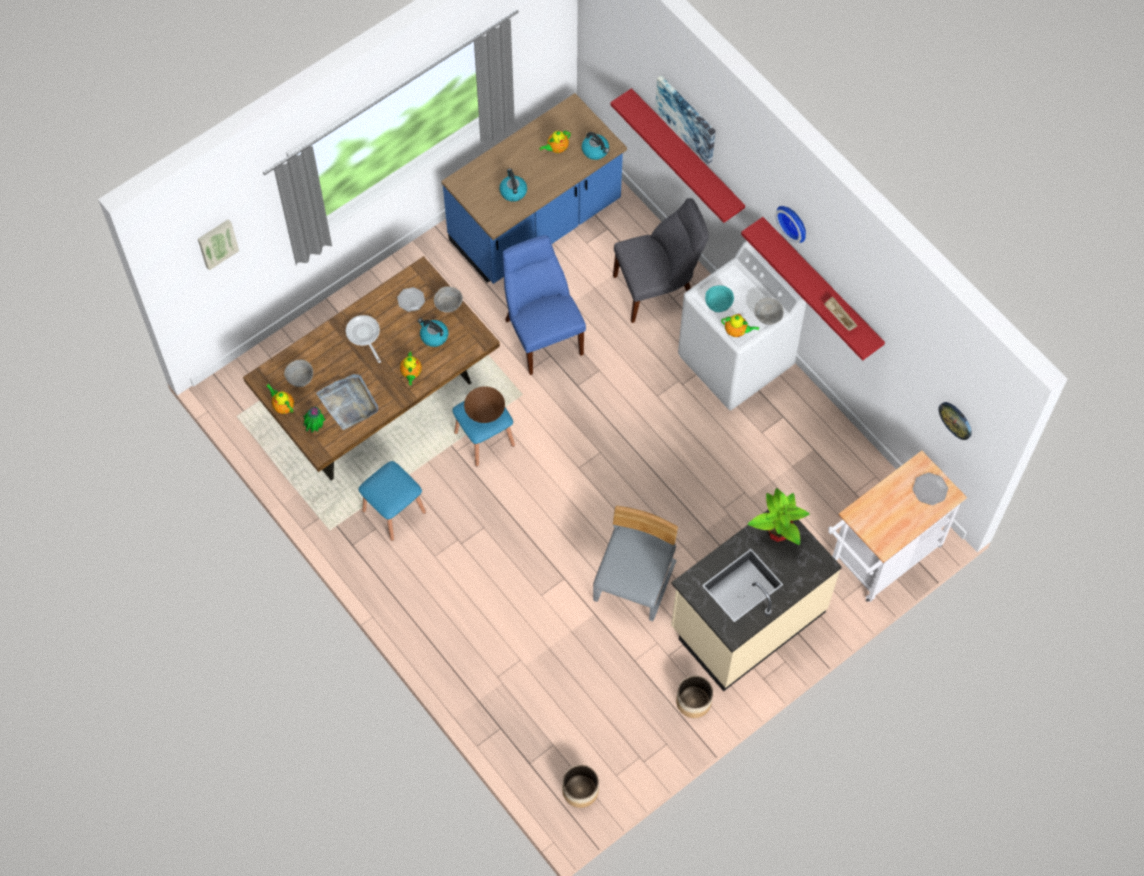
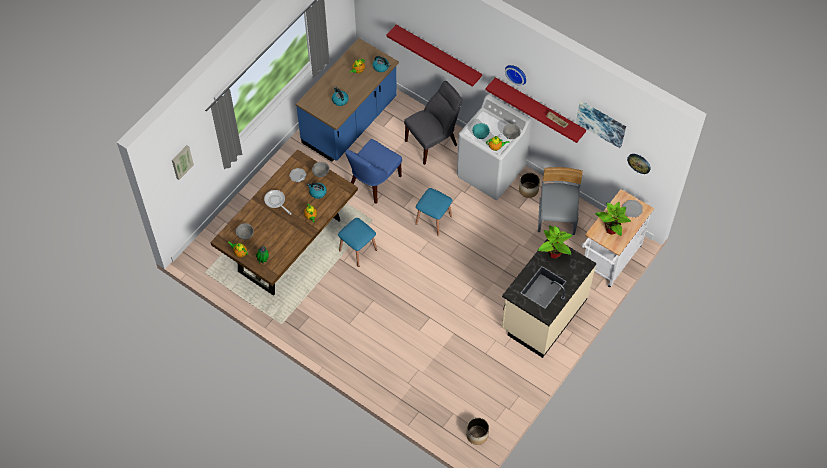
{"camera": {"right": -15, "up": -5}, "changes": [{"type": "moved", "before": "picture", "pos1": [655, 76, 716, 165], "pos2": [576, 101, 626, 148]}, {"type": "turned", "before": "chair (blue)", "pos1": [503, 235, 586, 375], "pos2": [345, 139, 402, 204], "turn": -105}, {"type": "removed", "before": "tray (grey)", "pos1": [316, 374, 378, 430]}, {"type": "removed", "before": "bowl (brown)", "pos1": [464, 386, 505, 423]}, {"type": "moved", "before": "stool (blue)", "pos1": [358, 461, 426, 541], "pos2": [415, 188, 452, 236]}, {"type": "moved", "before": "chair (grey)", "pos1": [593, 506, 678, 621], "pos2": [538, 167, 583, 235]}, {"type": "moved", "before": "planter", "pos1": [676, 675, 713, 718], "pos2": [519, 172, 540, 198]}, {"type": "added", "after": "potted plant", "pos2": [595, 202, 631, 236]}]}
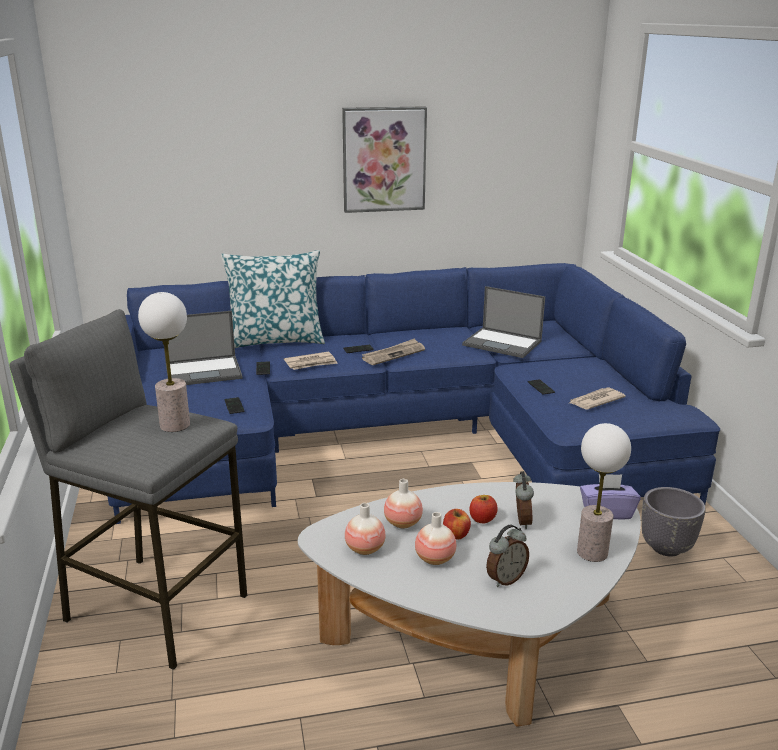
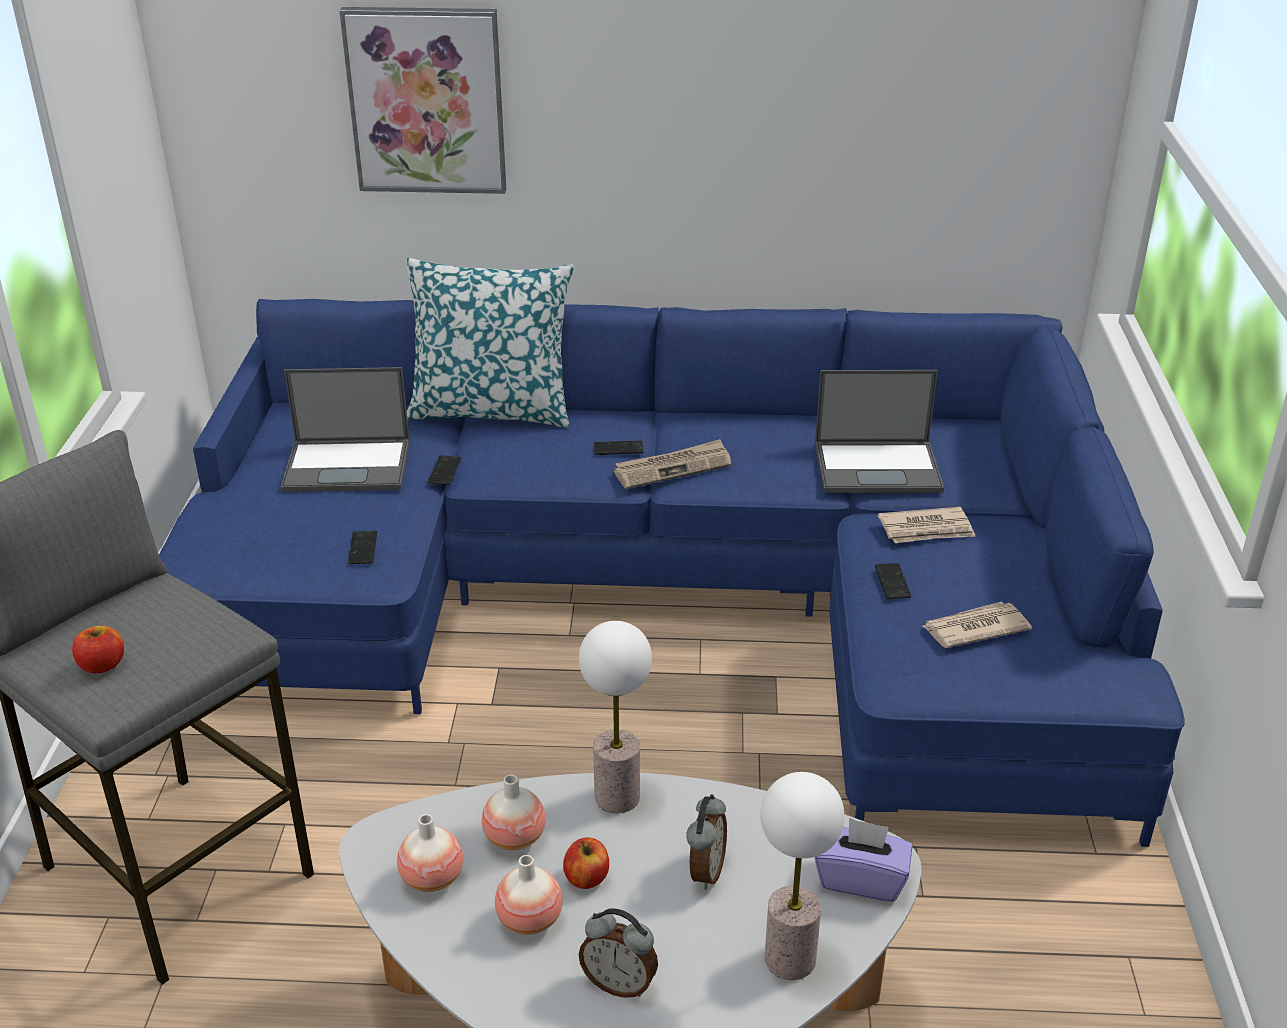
{"camera": {"right": 15, "up": 10}, "changes": [{"type": "moved", "before": "picture", "pos1": [342, 106, 427, 213], "pos2": [339, 7, 506, 194]}, {"type": "turned", "before": "laptop", "pos1": [462, 286, 545, 358], "pos2": [815, 370, 944, 493], "turn": -45}, {"type": "moved", "before": "table lamp", "pos1": [138, 292, 190, 432], "pos2": [579, 621, 652, 813]}, {"type": "moved", "before": "newspaper", "pos1": [284, 352, 338, 370], "pos2": [878, 507, 976, 543]}, {"type": "removed", "before": "planter (grey)", "pos1": [642, 487, 706, 556]}, {"type": "moved", "before": "apple", "pos1": [470, 495, 498, 523], "pos2": [72, 626, 124, 673]}, {"type": "turned", "before": "alarm clock", "pos1": [486, 525, 529, 587], "pos2": [579, 908, 658, 998], "turn": 45}]}
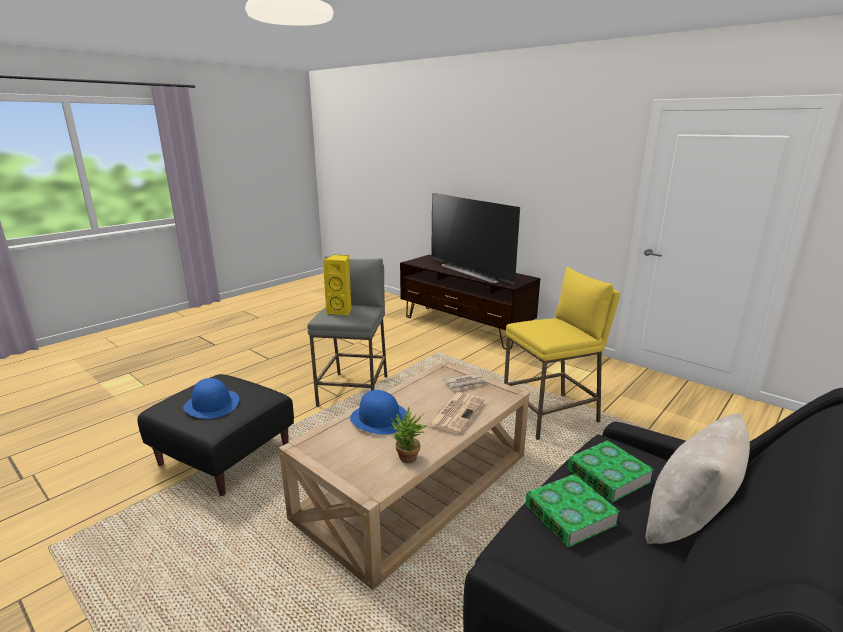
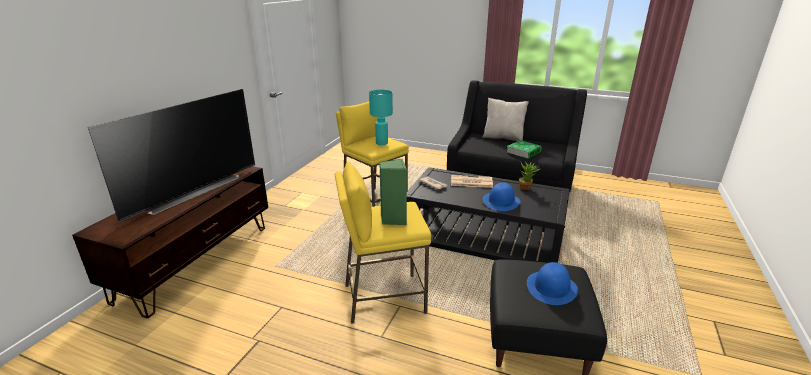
{"camera": {"right": -110, "up": 5}, "changes": [{"type": "recoloured", "before": "speaker (yellow)", "after": "speaker (green)", "pos1": [323, 254, 351, 315], "pos2": [379, 159, 407, 225]}, {"type": "recoloured", "before": "stool (grey)", "after": "stool (yellow)", "pos1": [307, 256, 387, 407], "pos2": [335, 162, 431, 324]}, {"type": "recoloured", "before": "coffee table (beige)", "after": "coffee table (black)", "pos1": [279, 361, 529, 590], "pos2": [407, 167, 570, 263]}, {"type": "removed", "before": "book", "pos1": [568, 440, 654, 502]}, {"type": "added", "after": "table lamp (turquoise)", "pos2": [369, 90, 393, 145]}]}
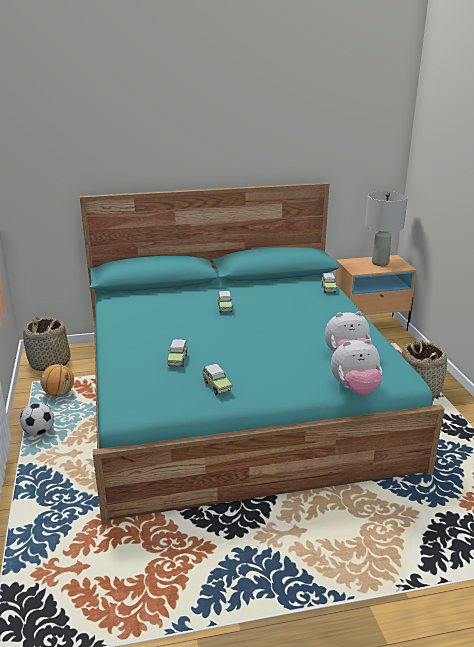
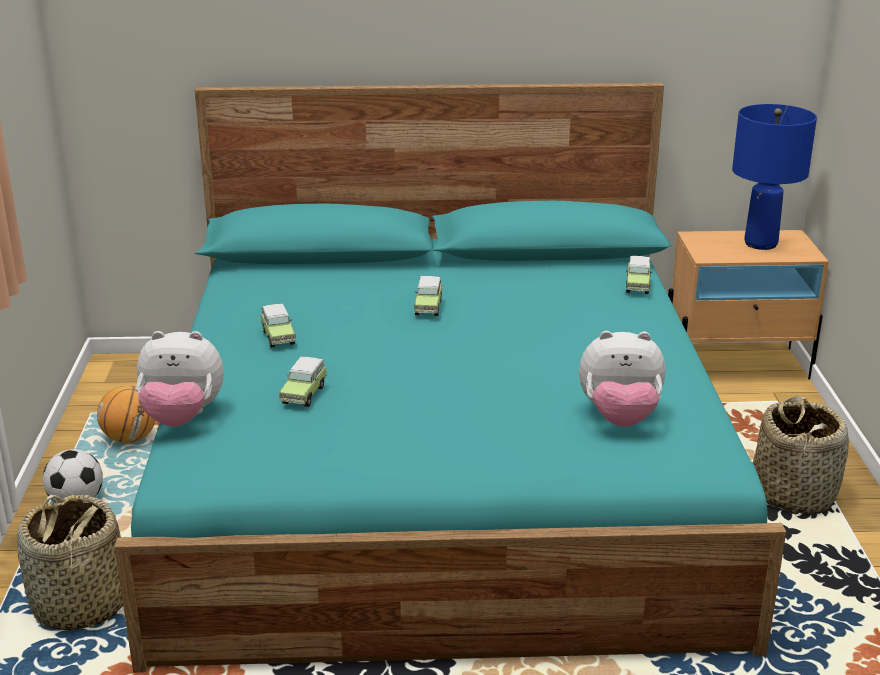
{"camera": {"right": 10, "up": 0}, "changes": [{"type": "recoloured", "before": "table lamp (grey)", "after": "table lamp (blue)", "pos1": [365, 191, 408, 266], "pos2": [732, 104, 817, 250]}, {"type": "moved", "before": "basket", "pos1": [23, 317, 71, 371], "pos2": [17, 494, 123, 630]}, {"type": "moved", "before": "plush toy", "pos1": [331, 339, 382, 395], "pos2": [136, 331, 224, 427]}, {"type": "moved", "before": "toy car", "pos1": [202, 364, 233, 395], "pos2": [260, 304, 296, 348]}]}
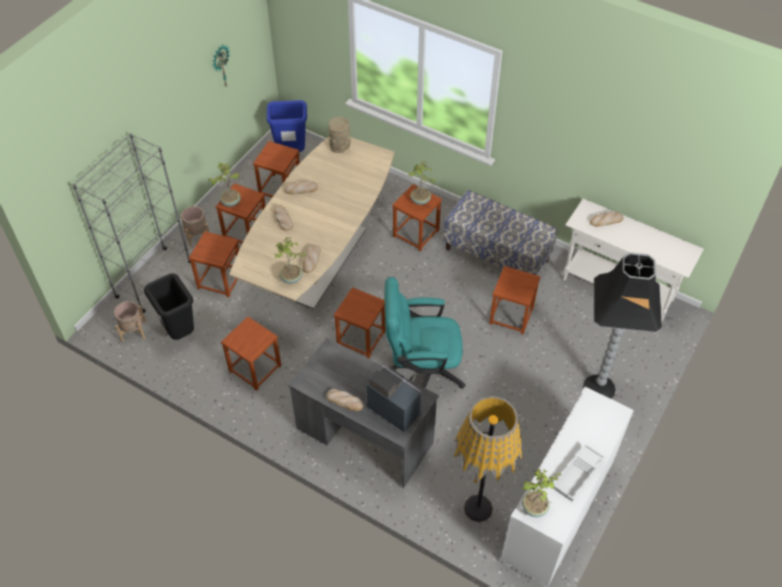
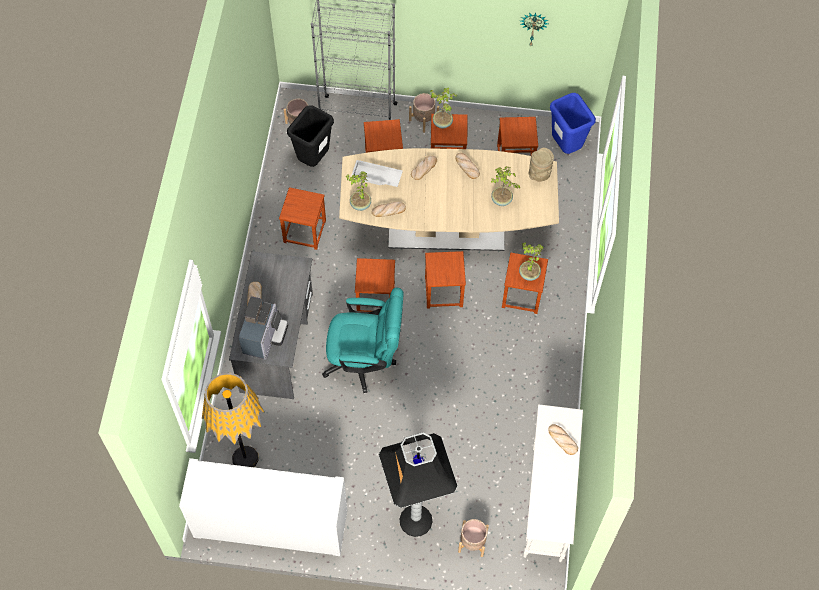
{"camera": {"right": 65, "up": 10}, "changes": [{"type": "removed", "before": "bench", "pos1": [443, 190, 558, 275]}, {"type": "moved", "before": "stool (brown)", "pos1": [489, 266, 540, 335], "pos2": [425, 251, 466, 309]}, {"type": "turned", "before": "office chair (turquoise)", "pos1": [385, 277, 465, 389], "pos2": [322, 288, 403, 393], "turn": 120}, {"type": "moved", "before": "tray (white)", "pos1": [553, 443, 606, 501], "pos2": [351, 160, 403, 187]}, {"type": "moved", "before": "potted plant", "pos1": [522, 469, 561, 517], "pos2": [491, 166, 520, 206]}, {"type": "added", "after": "planter (beige)", "pos2": [458, 519, 489, 557]}]}
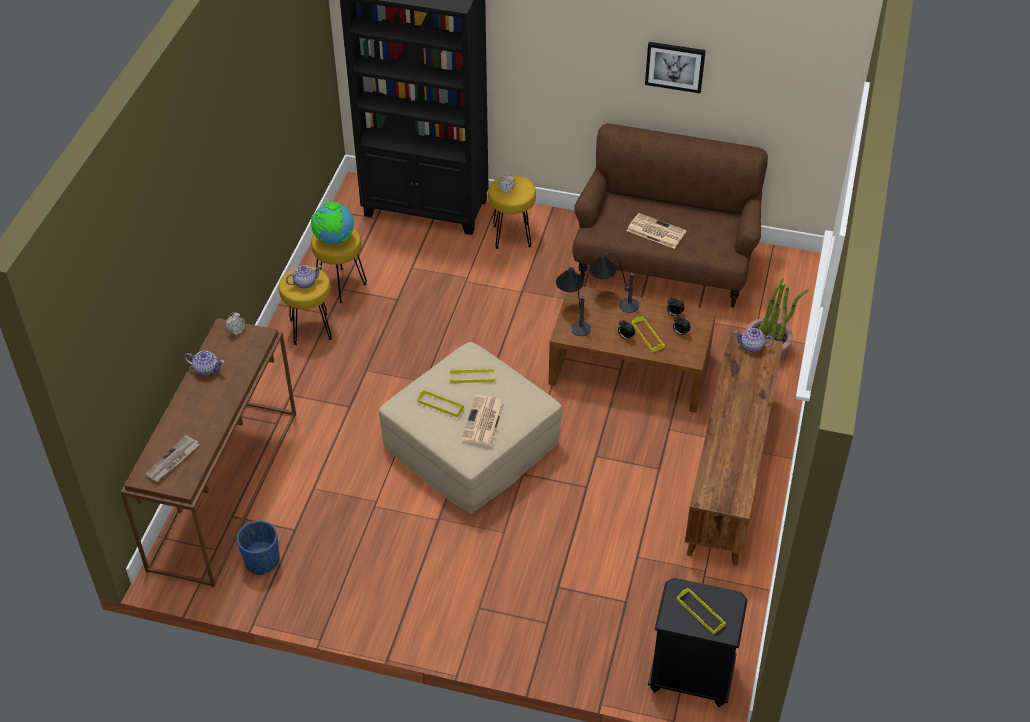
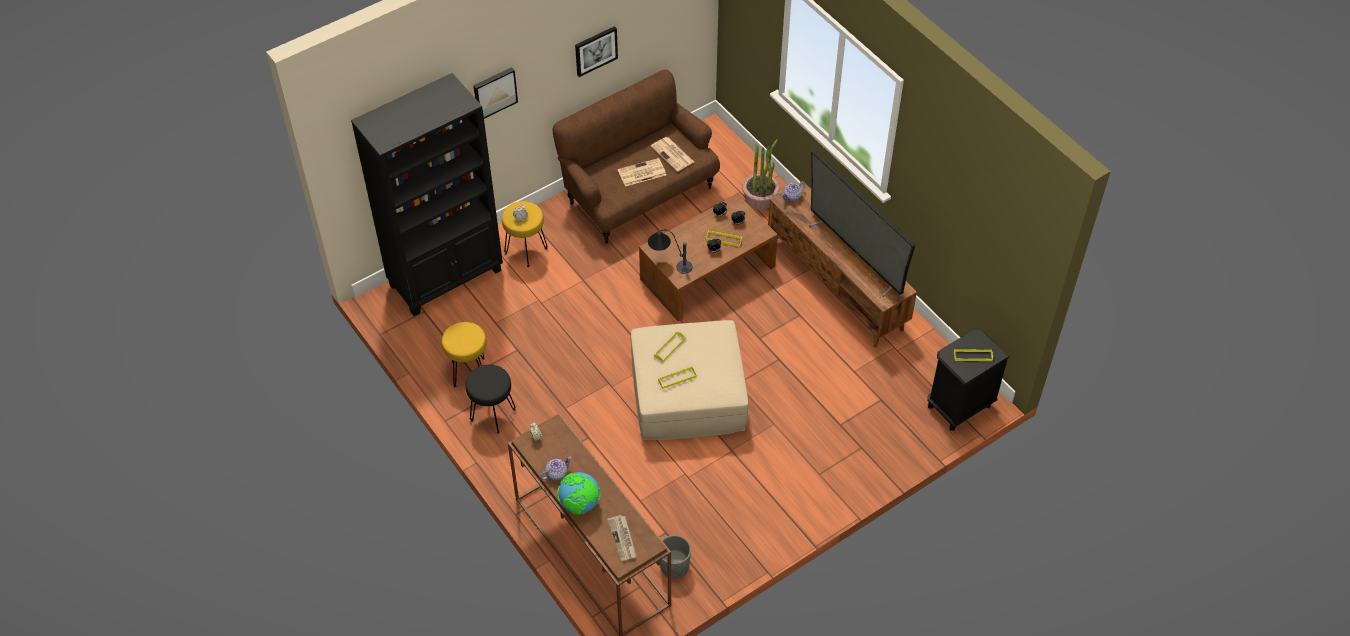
{"camera": {"right": -50, "up": 5}, "changes": [{"type": "moved", "before": "globe", "pos1": [311, 202, 354, 245], "pos2": [557, 472, 601, 515]}, {"type": "removed", "before": "table lamp", "pos1": [588, 253, 639, 313]}, {"type": "removed", "before": "teapot", "pos1": [286, 265, 322, 289]}, {"type": "recoloured", "before": "stool (yellow)", "after": "stool (black)", "pos1": [279, 266, 332, 345], "pos2": [466, 365, 516, 434]}, {"type": "moved", "before": "newspaper", "pos1": [461, 395, 506, 446], "pos2": [651, 137, 694, 172]}, {"type": "recoloured", "before": "planter (blue)", "after": "planter (grey)", "pos1": [237, 520, 280, 575], "pos2": [660, 535, 691, 578]}, {"type": "added", "after": "picture", "pos2": [473, 67, 518, 119]}, {"type": "added", "after": "television", "pos2": [809, 150, 915, 297]}]}
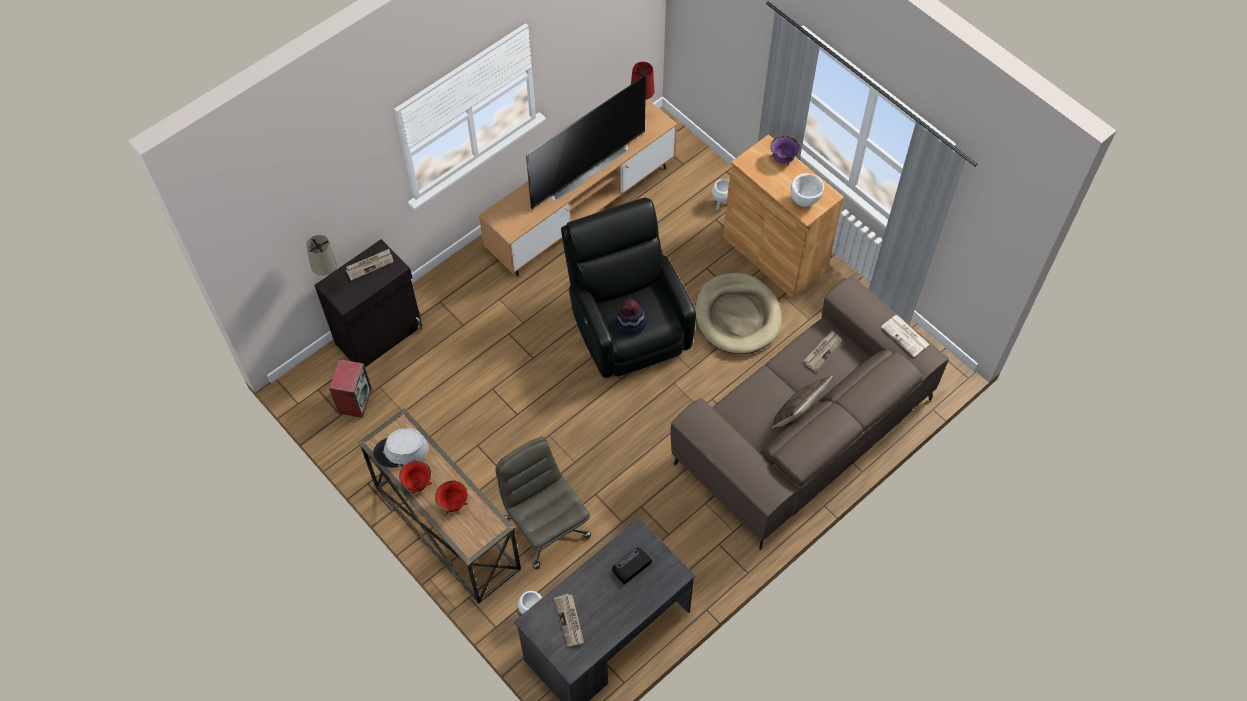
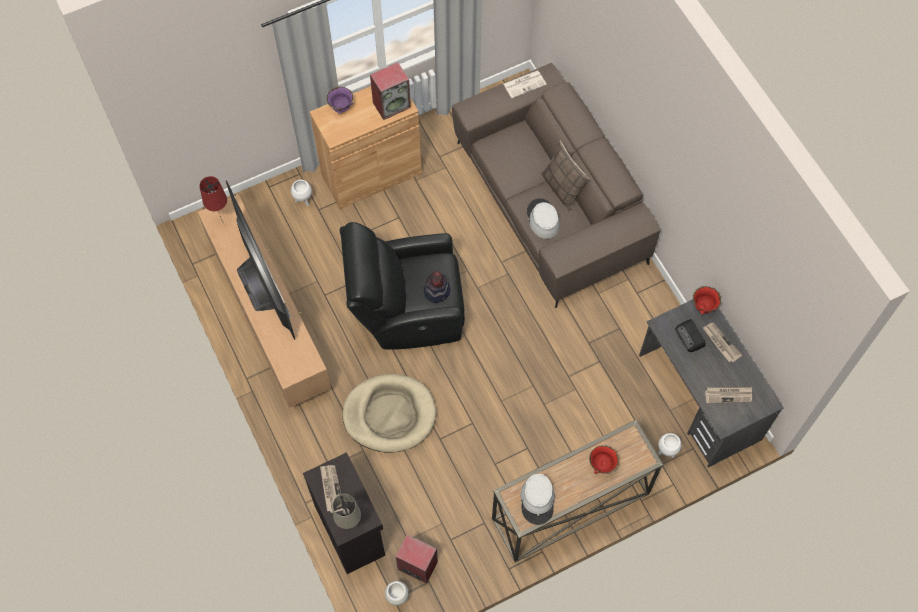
{"camera": {"right": -75, "up": 5}, "changes": [{"type": "replaced", "before": "bowl (white)", "after": "speaker", "pos1": [791, 173, 824, 207], "pos2": [370, 62, 411, 120]}, {"type": "moved", "before": "dog bed (beige)", "pos1": [695, 273, 782, 354], "pos2": [342, 374, 436, 452]}, {"type": "moved", "before": "newspaper", "pos1": [804, 331, 842, 372], "pos2": [703, 323, 742, 362]}, {"type": "removed", "before": "office chair (grey)", "pos1": [495, 437, 591, 569]}, {"type": "moved", "before": "bowl (red)", "pos1": [399, 460, 432, 494], "pos2": [693, 286, 721, 315]}, {"type": "added", "after": "hat (grey)", "pos2": [527, 198, 560, 239]}, {"type": "added", "after": "planter (white)", "pos2": [385, 581, 409, 605]}]}
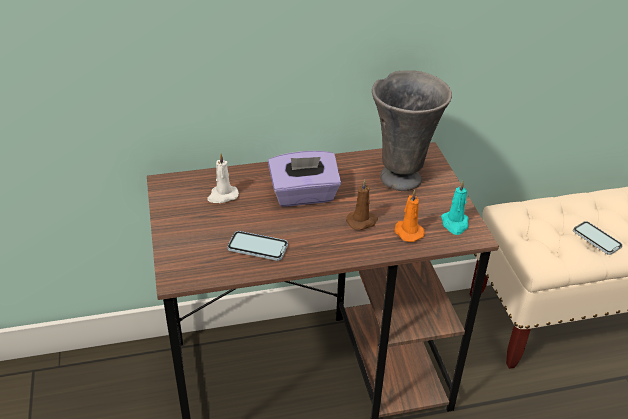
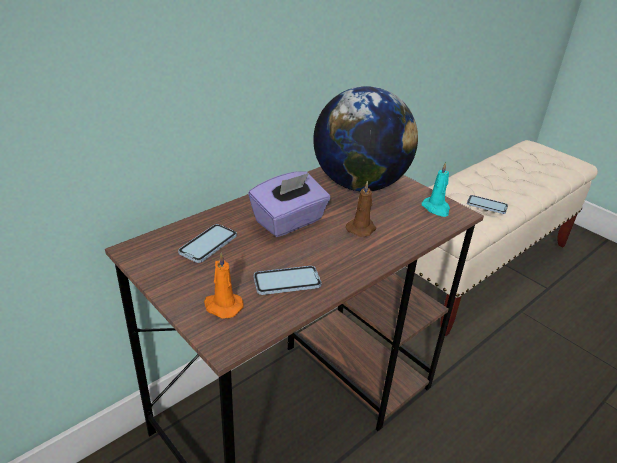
{"camera": {"right": -30, "up": -5}, "changes": [{"type": "replaced", "before": "vase (grey)", "after": "globe", "pos1": [372, 70, 452, 191], "pos2": [313, 86, 418, 191]}, {"type": "replaced", "before": "candle (white)", "after": "phone", "pos1": [207, 153, 239, 203], "pos2": [178, 224, 237, 263]}, {"type": "moved", "before": "candle (orange)", "pos1": [394, 190, 425, 242], "pos2": [204, 252, 244, 318]}]}
